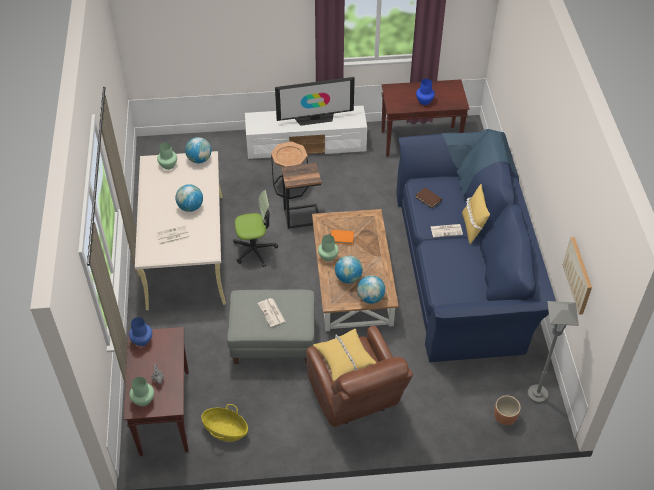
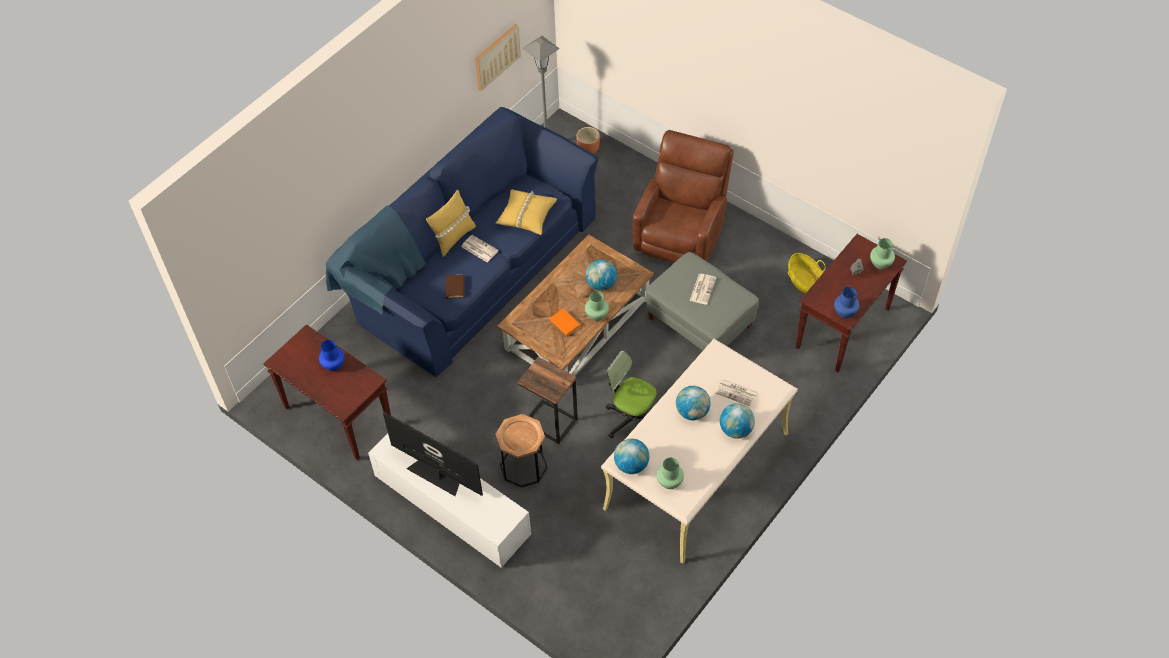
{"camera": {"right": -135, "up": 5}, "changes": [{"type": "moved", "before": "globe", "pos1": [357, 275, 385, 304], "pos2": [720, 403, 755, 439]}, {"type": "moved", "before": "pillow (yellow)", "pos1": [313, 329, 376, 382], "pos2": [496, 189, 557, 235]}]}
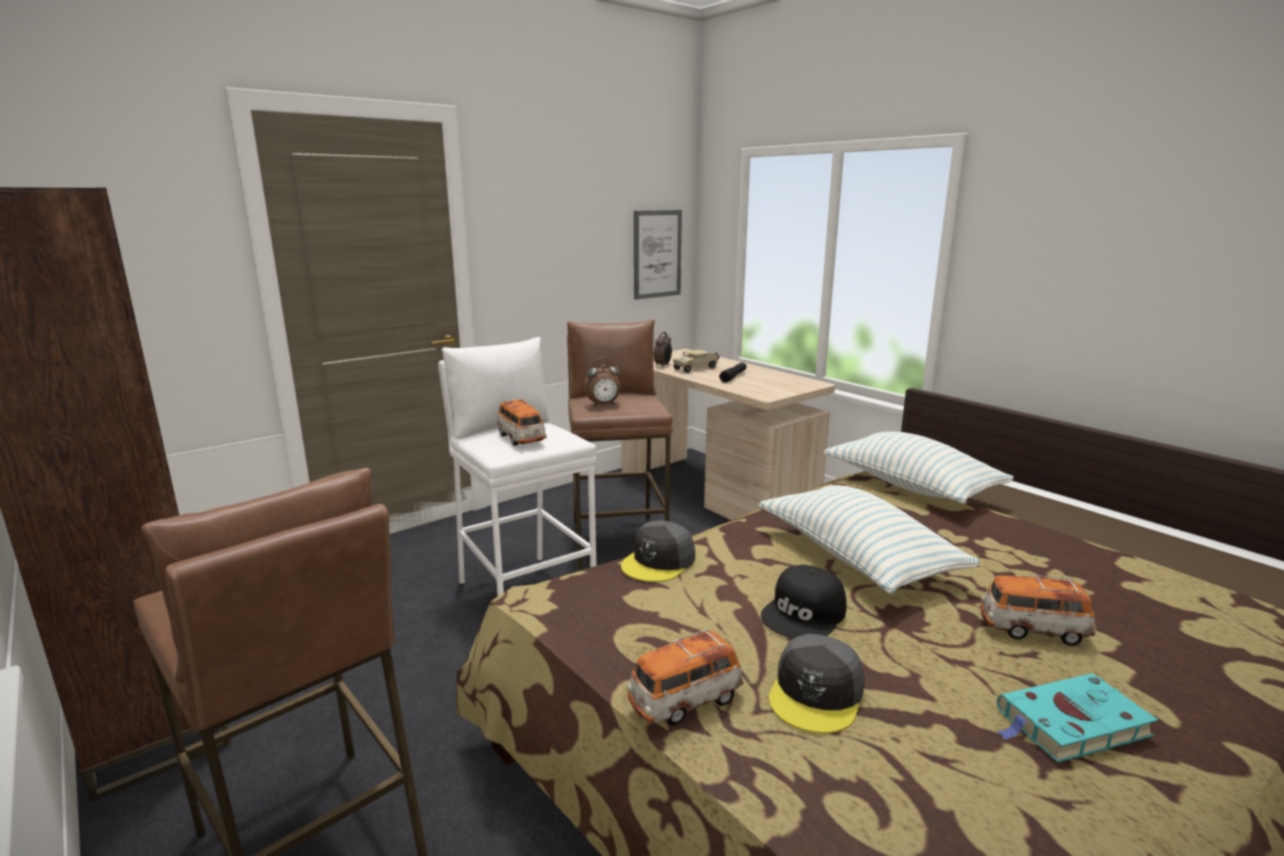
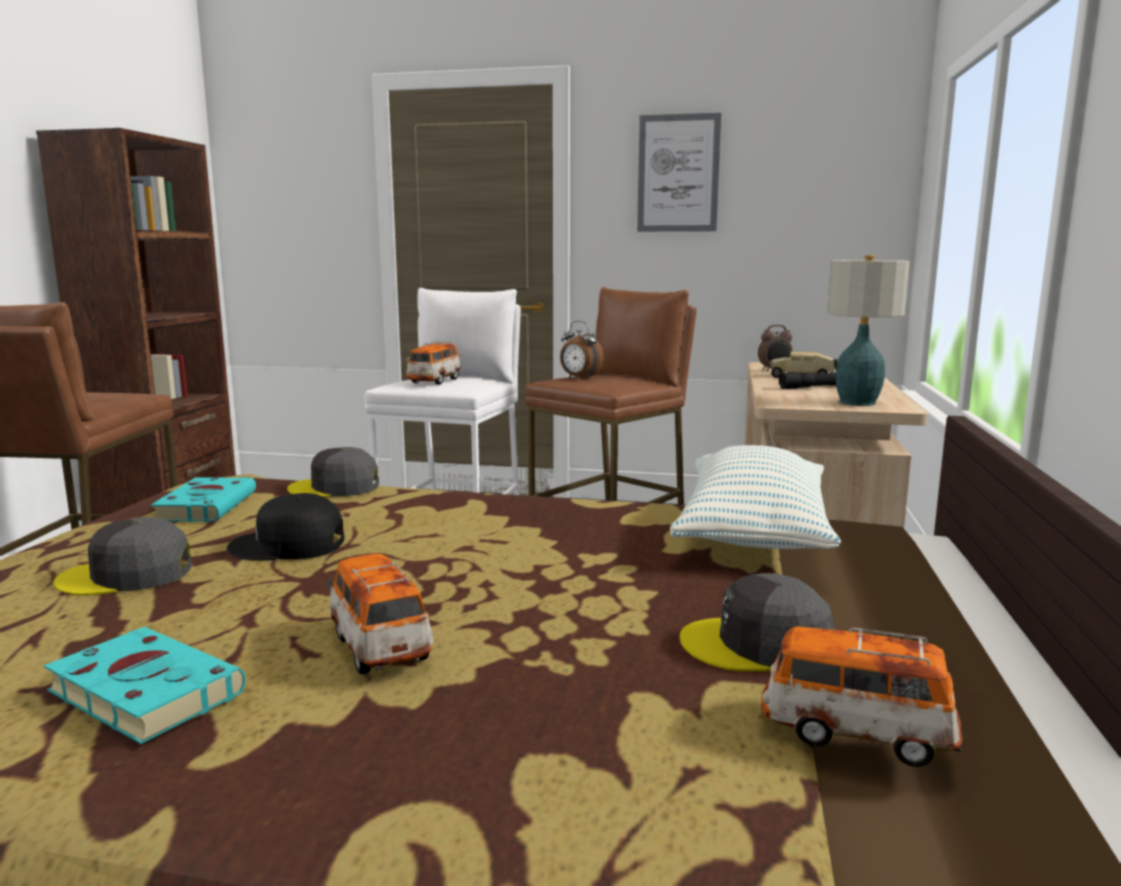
{"camera": {"right": 50, "up": -5}, "changes": [{"type": "moved", "before": "picture", "pos1": [634, 210, 682, 300], "pos2": [637, 113, 721, 232]}, {"type": "removed", "before": "pillow", "pos1": [759, 485, 980, 594]}, {"type": "moved", "before": "toy car", "pos1": [627, 629, 744, 725], "pos2": [761, 626, 963, 767]}, {"type": "added", "after": "table lamp", "pos2": [827, 255, 910, 406]}, {"type": "added", "after": "book (turquoise)", "pos2": [151, 477, 256, 522]}, {"type": "added", "after": "cap (grey)", "pos2": [680, 573, 835, 672]}]}
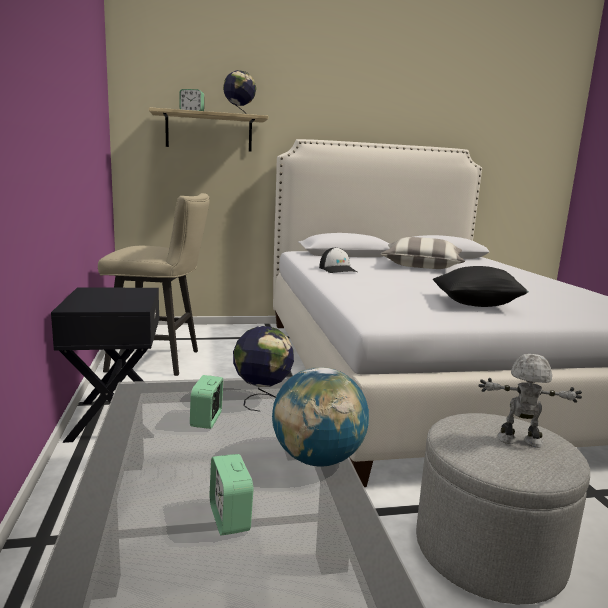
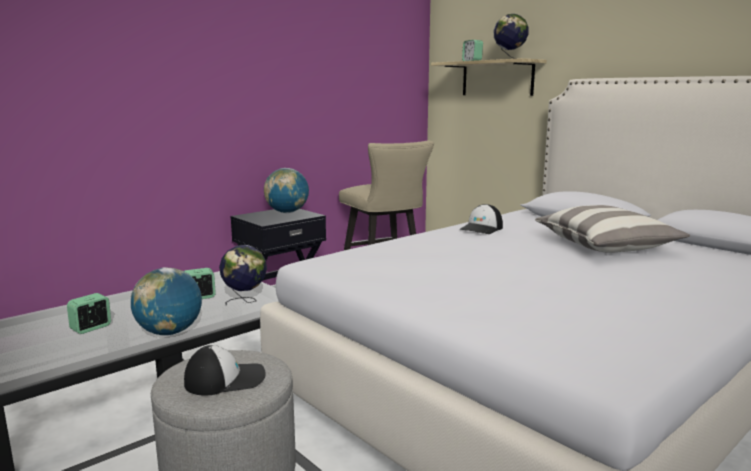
{"camera": {"right": 60, "up": 0}, "changes": [{"type": "removed", "before": "pillow (black)", "pos1": [433, 266, 529, 307]}, {"type": "replaced", "before": "toy robot", "after": "cap", "pos1": [478, 354, 582, 448], "pos2": [184, 345, 266, 395]}, {"type": "added", "after": "globe", "pos2": [264, 168, 309, 213]}]}
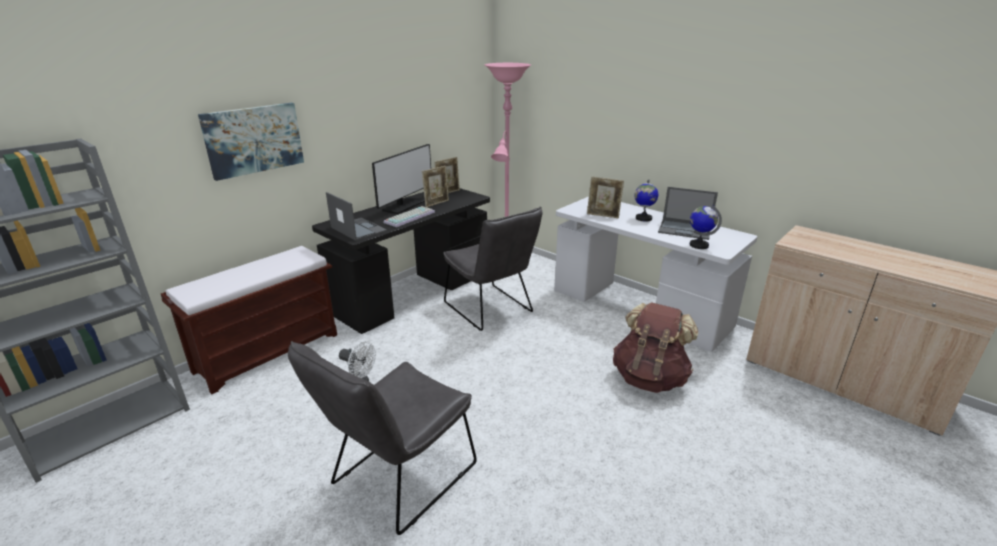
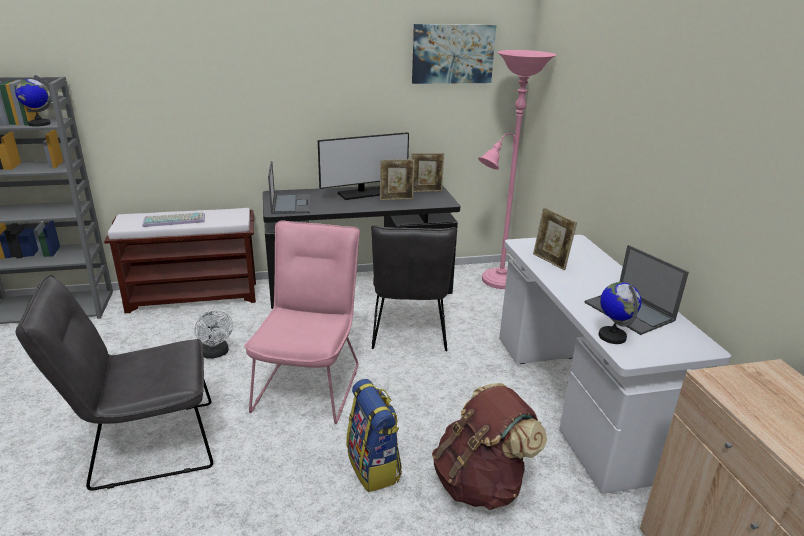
{"camera": {"right": 35, "up": 0}, "changes": [{"type": "moved", "before": "picture", "pos1": [198, 103, 304, 181], "pos2": [412, 24, 496, 84]}, {"type": "moved", "before": "globe", "pos1": [635, 180, 658, 222], "pos2": [15, 75, 52, 127]}, {"type": "moved", "before": "keyboard", "pos1": [383, 206, 435, 227], "pos2": [142, 212, 205, 227]}, {"type": "added", "after": "chair (pink)", "pos2": [244, 220, 360, 424]}, {"type": "added", "after": "backpack", "pos2": [346, 379, 402, 492]}]}
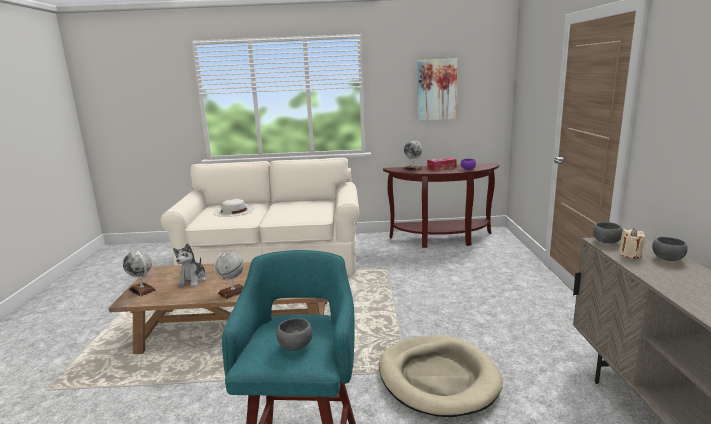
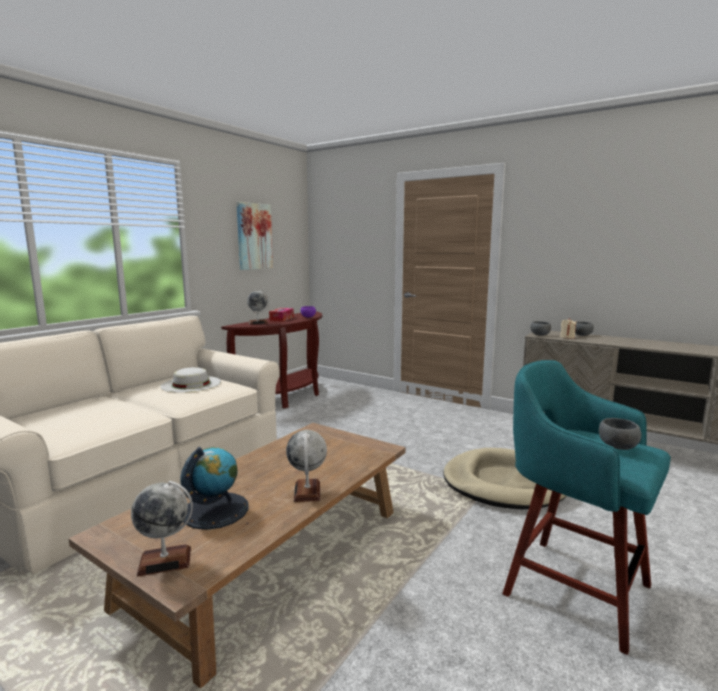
{"camera": {"right": -55, "up": -5}, "changes": [{"type": "moved", "before": "hat (white)", "pos1": [213, 199, 255, 217], "pos2": [160, 367, 221, 393]}, {"type": "replaced", "before": "plush toy", "after": "globe", "pos1": [173, 243, 207, 287], "pos2": [181, 447, 248, 530]}]}
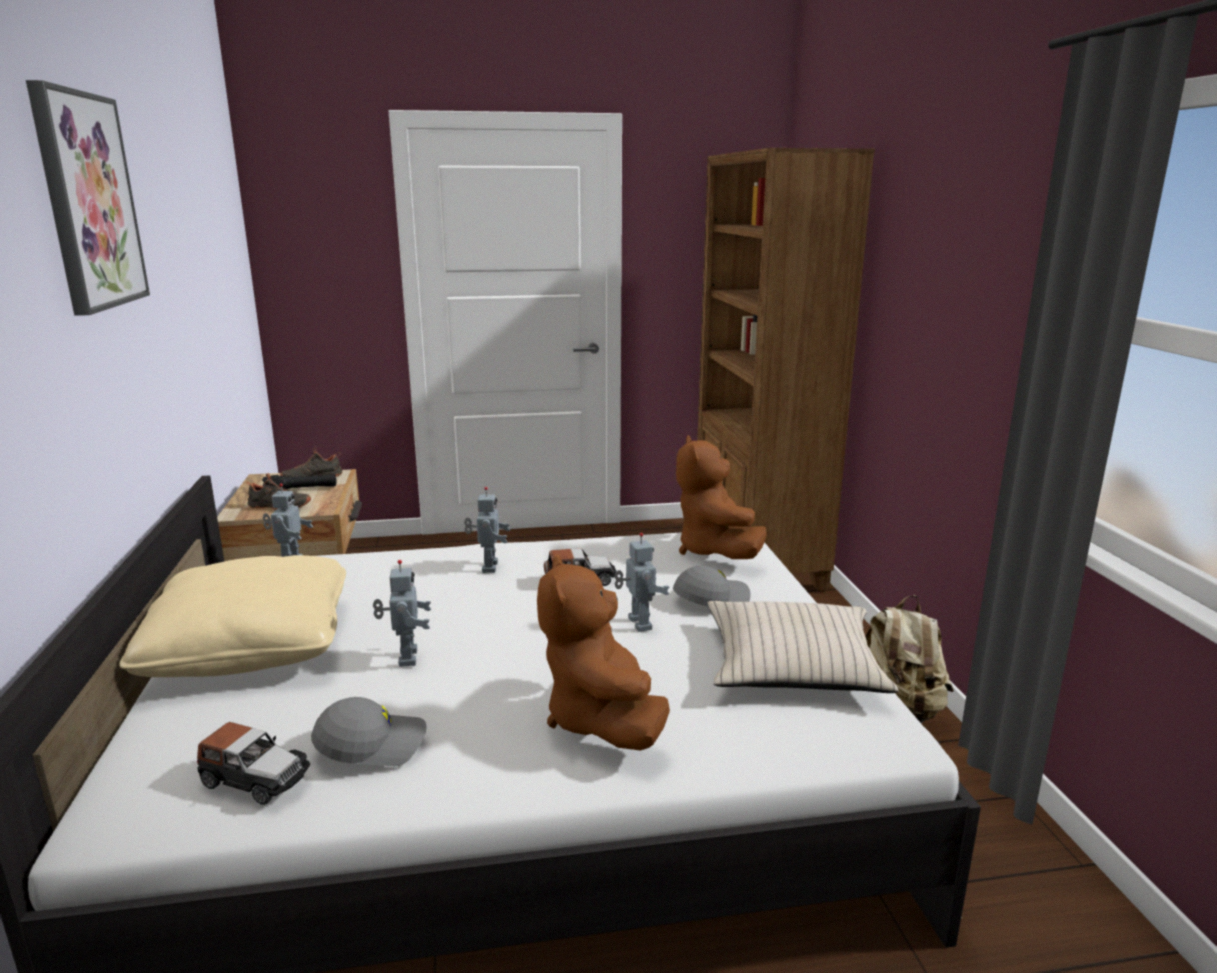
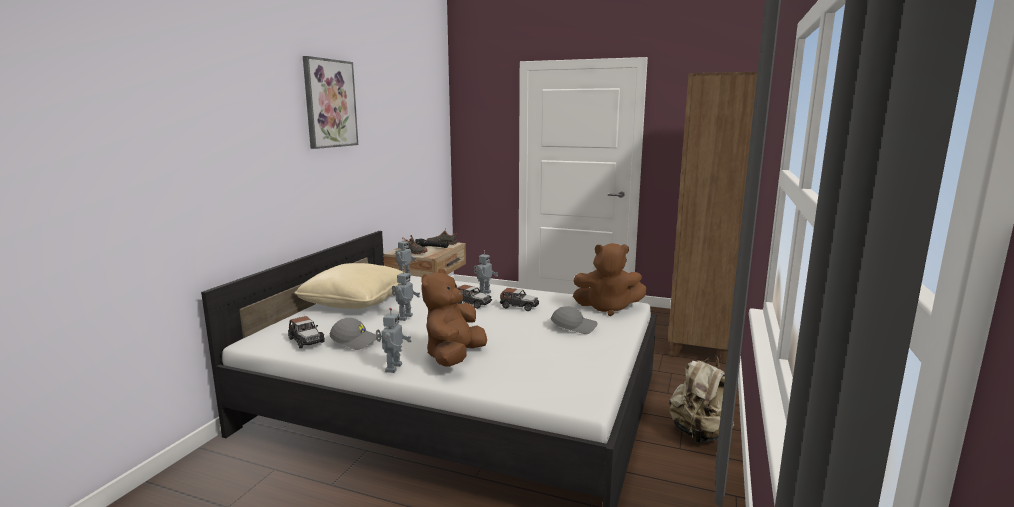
{"camera": {"right": 30, "up": -5}, "changes": [{"type": "turned", "before": "plush toy (brown)", "pos1": [676, 435, 767, 559], "pos2": [573, 243, 647, 316], "turn": -105}, {"type": "moved", "before": "toy robot", "pos1": [615, 533, 669, 632], "pos2": [376, 308, 411, 373]}, {"type": "removed", "before": "pillow (beige)", "pos1": [707, 601, 899, 693]}, {"type": "added", "after": "toy car", "pos2": [457, 285, 492, 309]}]}
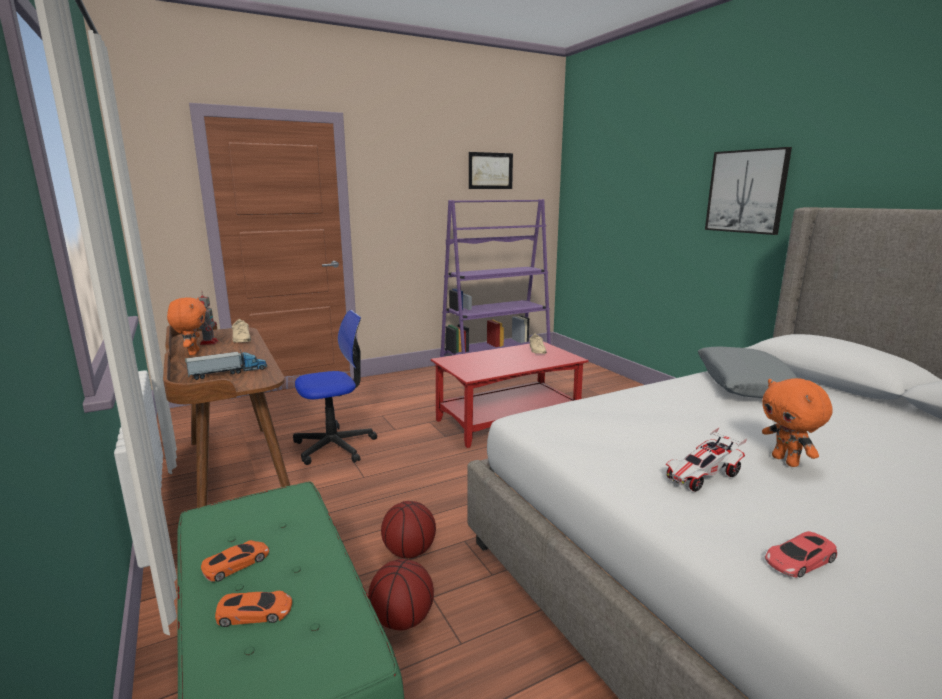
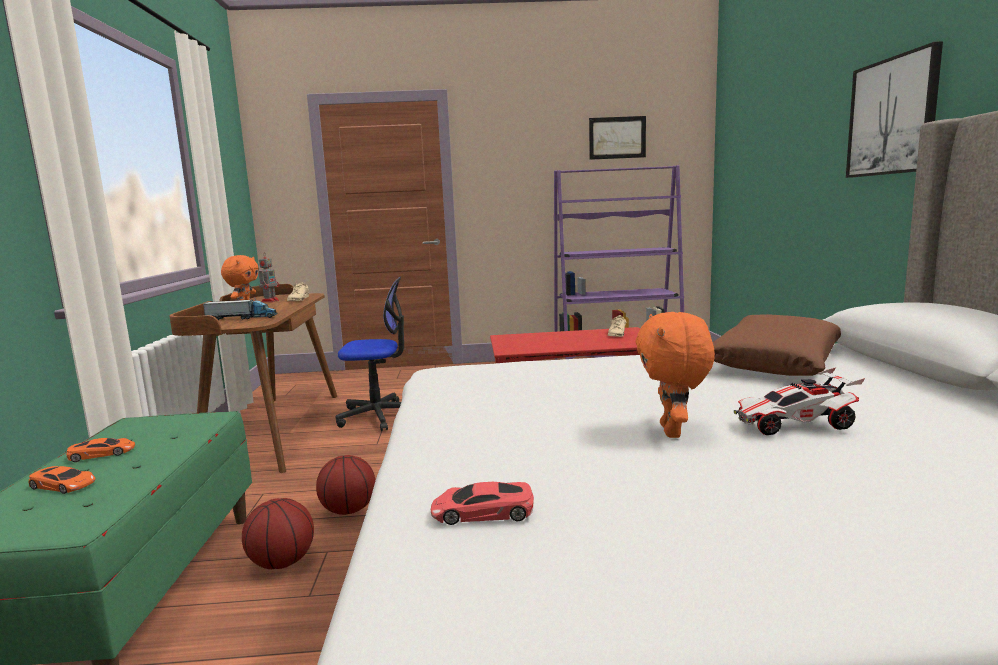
{"camera": {"right": 25, "up": -5}, "changes": [{"type": "recoloured", "before": "pillow (grey)", "after": "pillow (brown)", "pos1": [698, 346, 798, 398], "pos2": [713, 314, 841, 376]}, {"type": "moved", "before": "toy car", "pos1": [666, 428, 747, 492], "pos2": [734, 367, 865, 435]}]}
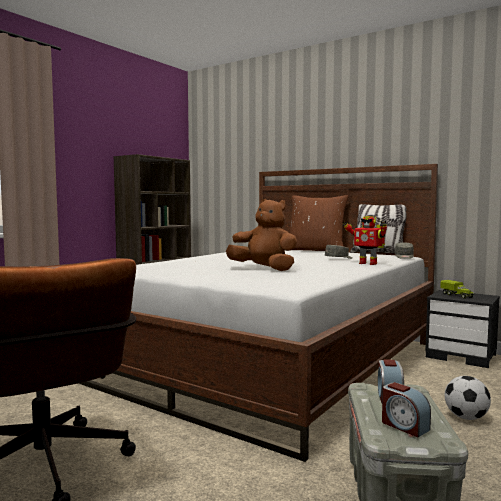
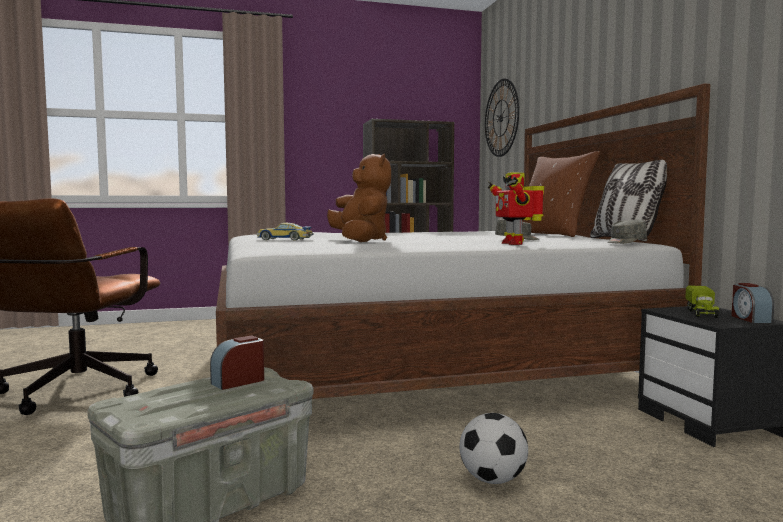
{"camera": {"right": 40, "up": 0}, "changes": [{"type": "moved", "before": "alarm clock", "pos1": [382, 382, 431, 437], "pos2": [731, 283, 774, 323]}, {"type": "added", "after": "wall clock", "pos2": [485, 78, 519, 157]}, {"type": "added", "after": "toy car", "pos2": [256, 223, 314, 241]}]}
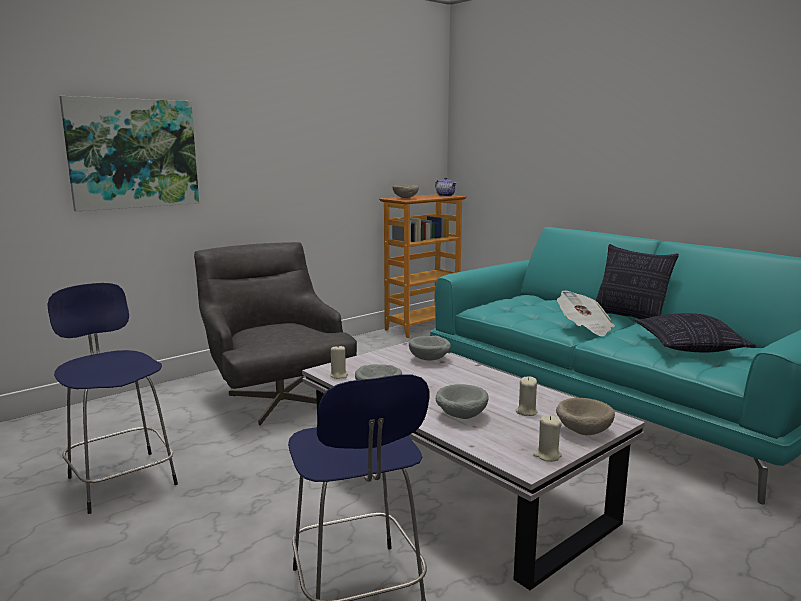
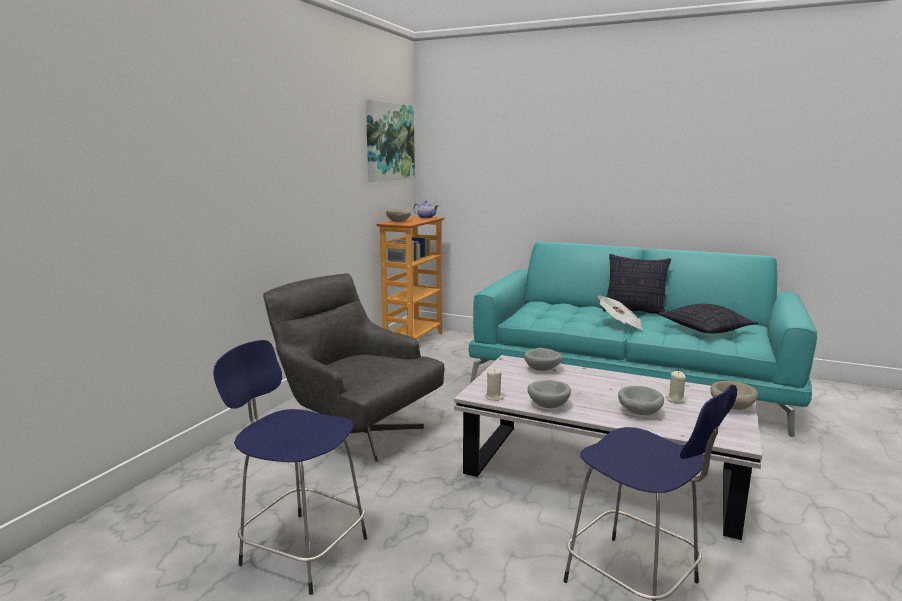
{"camera": {"right": -25, "up": 0}, "changes": [{"type": "moved", "before": "picture", "pos1": [59, 96, 199, 211], "pos2": [366, 99, 415, 182]}, {"type": "removed", "before": "candle (beige)", "pos1": [533, 415, 562, 462]}]}
